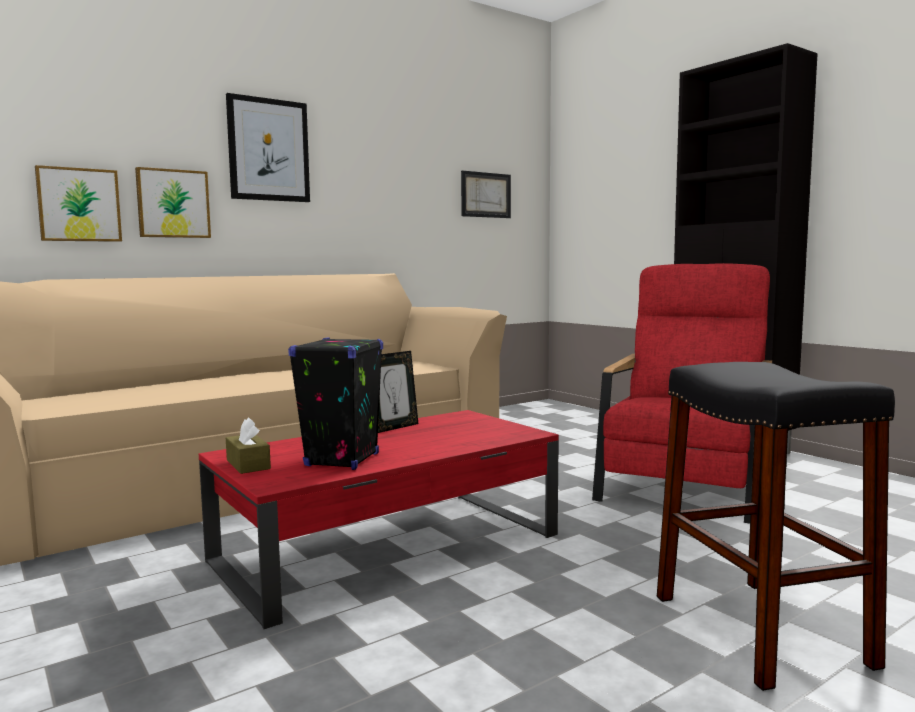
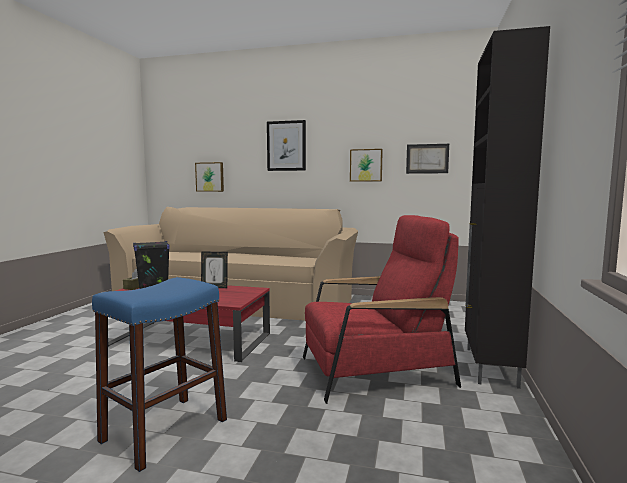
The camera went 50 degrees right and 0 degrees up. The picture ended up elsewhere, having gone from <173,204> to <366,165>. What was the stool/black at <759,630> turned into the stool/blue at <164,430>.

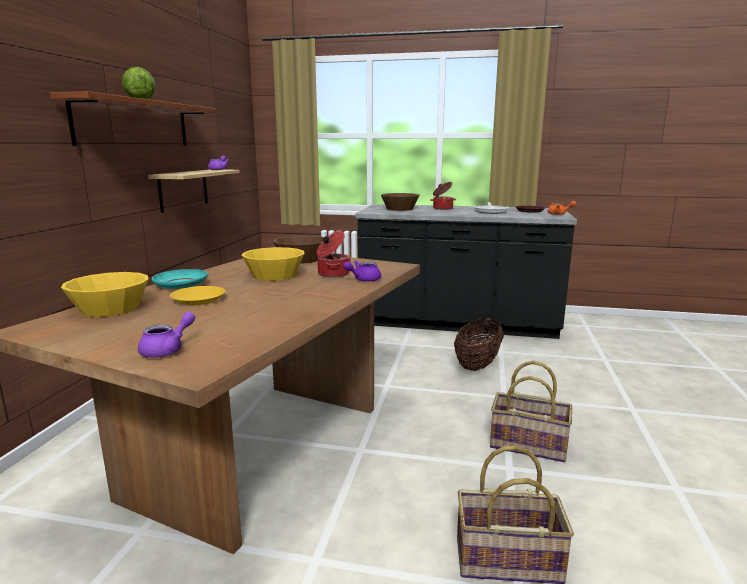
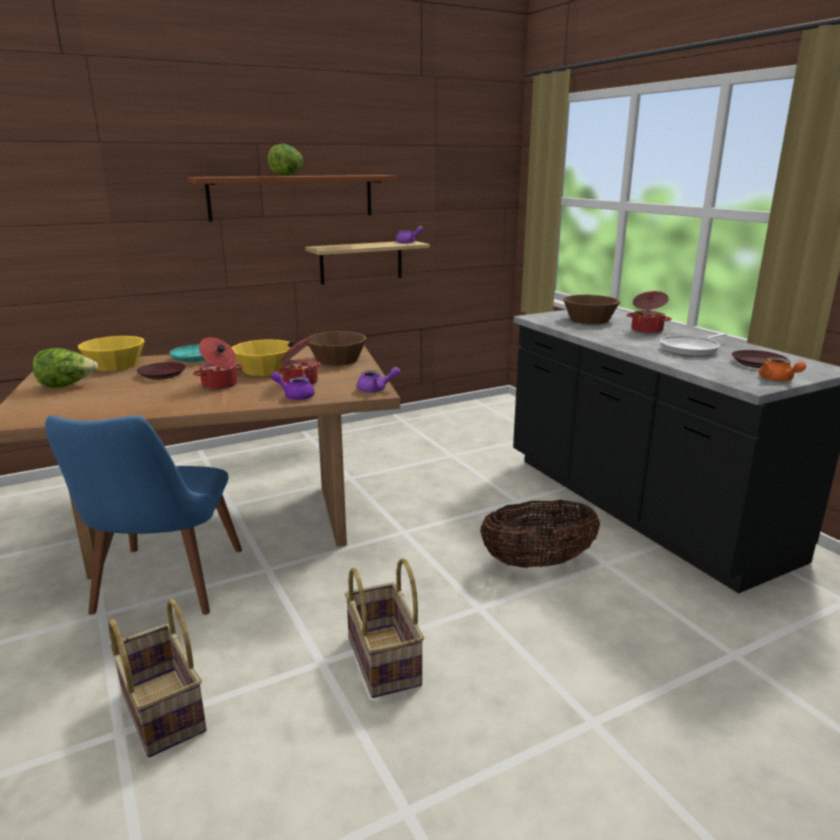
The camera went 50 degrees right and 5 degrees up. The second view gained the lettuce at <67,386>. The second view gained the chair/blue at <162,591>. The second view gained the cooking pot at <220,385>. The teapot/purple ended up elsewhere, having gone from <168,350> to <376,389>. What was the plate/yellow at <199,300> turned into the plate/brown at <162,374>.

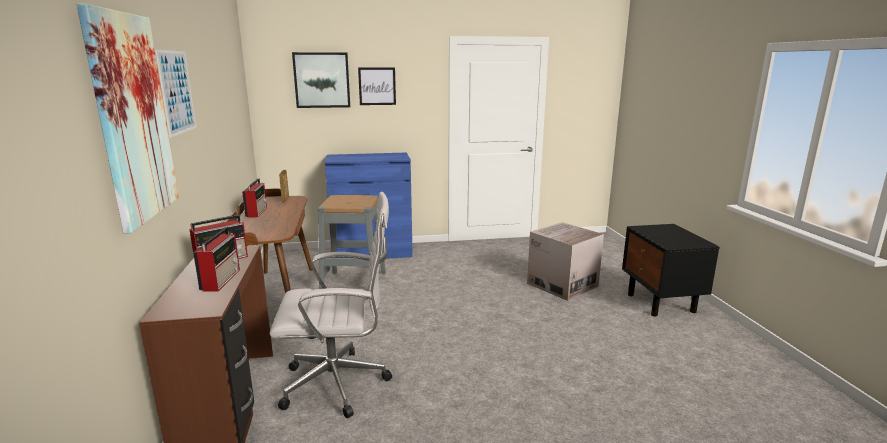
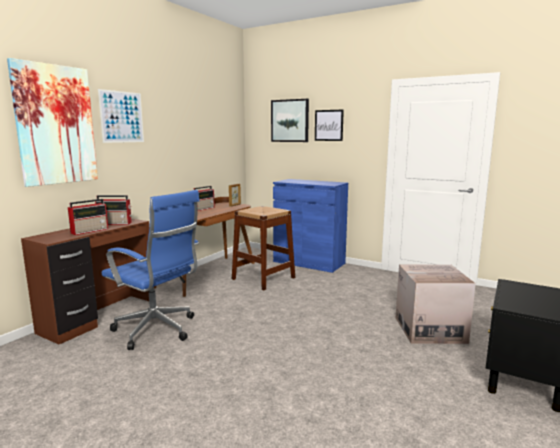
The camera went 40 degrees right and 5 degrees down. What was the office chair/white at <340,383> turned into the office chair/blue at <157,330>. What was the stool/grey at <354,283> turned into the stool/brown at <263,278>.

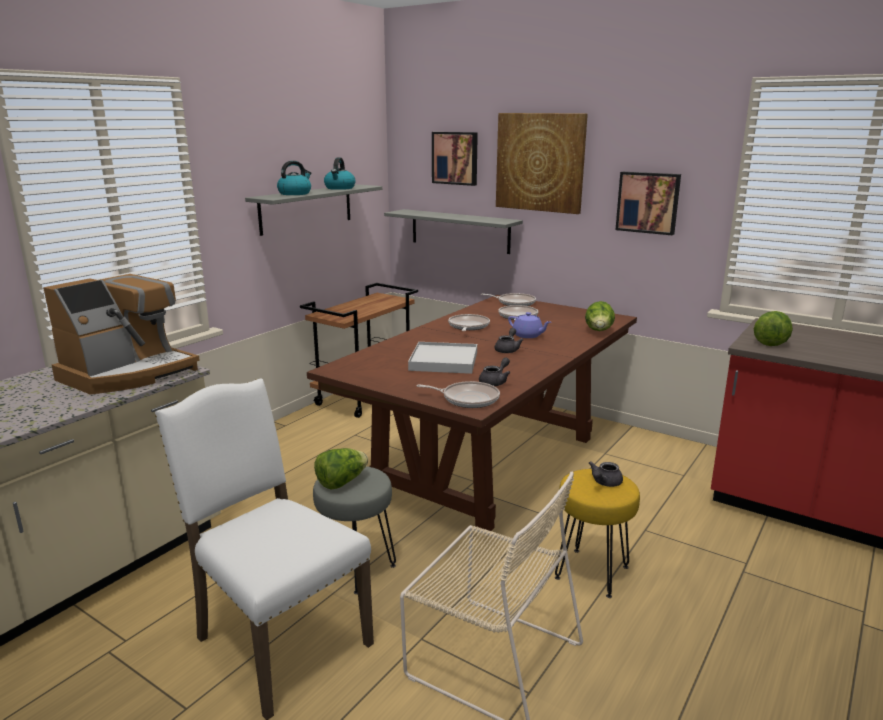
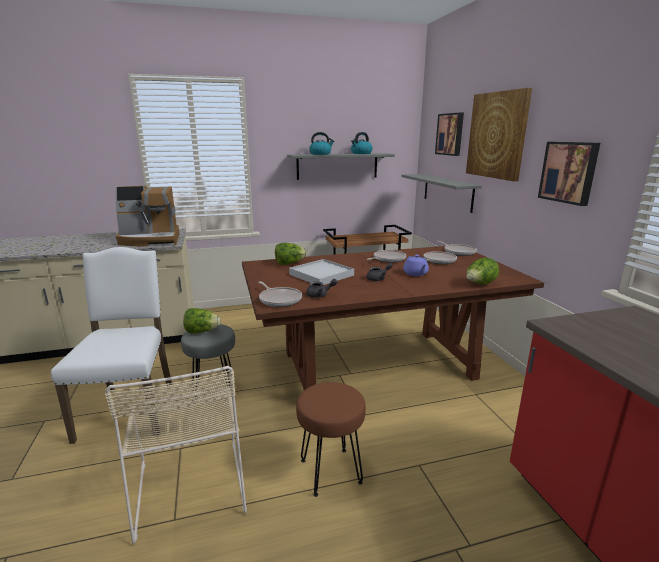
The camera went 40 degrees right and 0 degrees up. The second view lost the teapot/grey at <604,483>. The lettuce ended up elsewhere, having gone from <771,342> to <289,263>. What was the stool/yellow at <592,573> turned into the stool/brown at <330,472>.

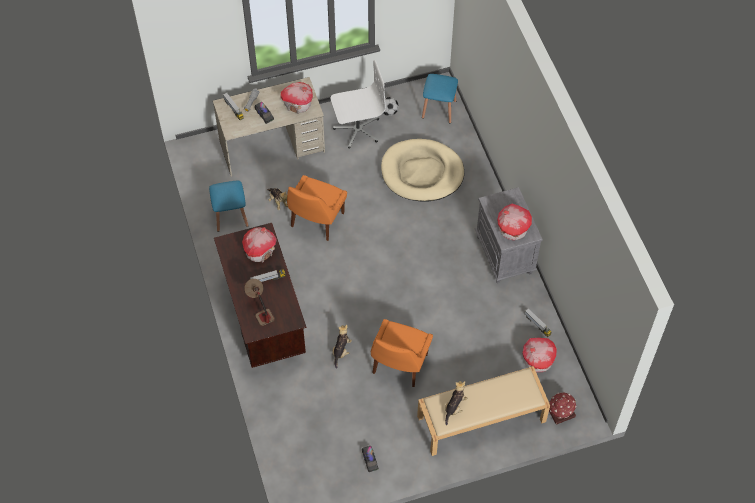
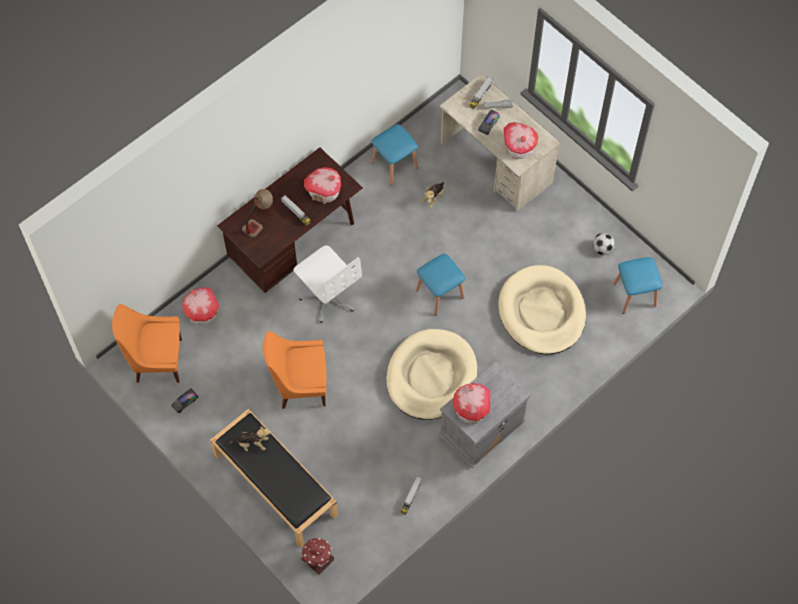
The camera went 65 degrees right and 5 degrees up. The second view lost the plush toy at <341,350>. The second view gained the dog bed/beige at <431,376>. The second view gained the stool/blue at <440,294>. The chair/orange ended up elsewhere, having gone from <316,221> to <156,360>. The office chair/white ended up elsewhere, having gone from <357,129> to <328,297>. The toy house ended up elsewhere, having gone from <537,361> to <202,312>. What was the bench/beige at <481,419> turned into the bench/black at <274,485>.

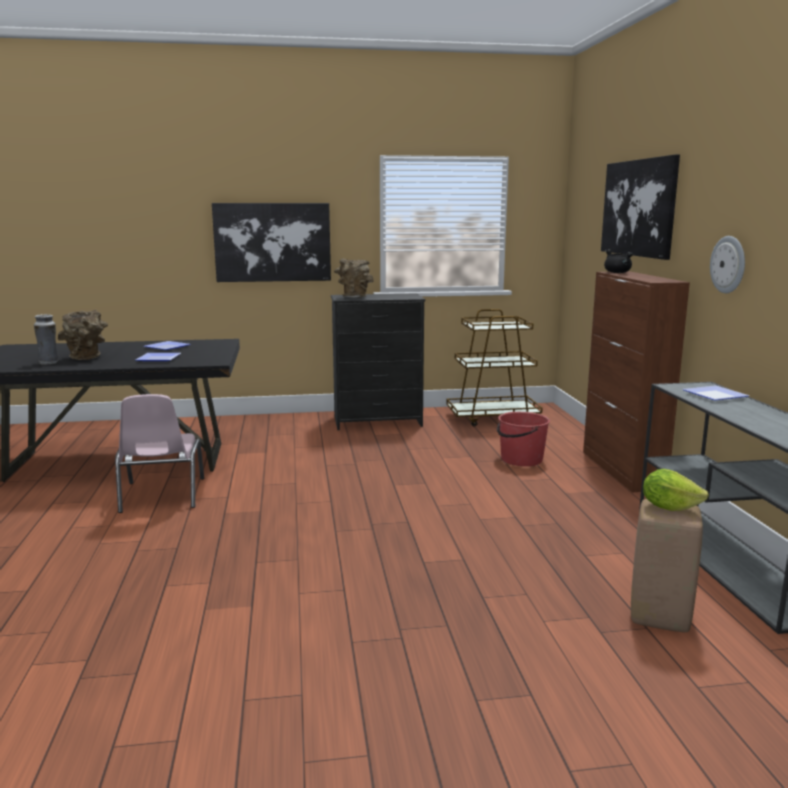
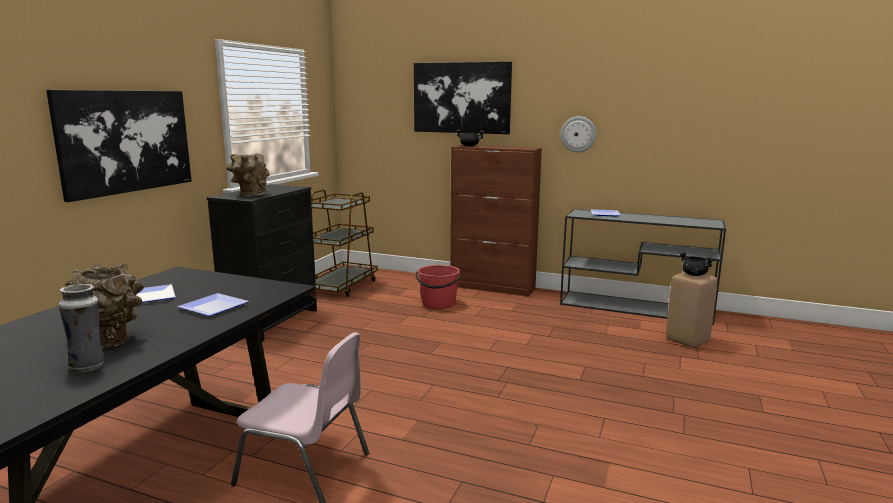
The camera went 60 degrees left and 0 degrees up. Where the lettuce stood at <669,507>, the cooking pot/black came to stand at <693,274>.

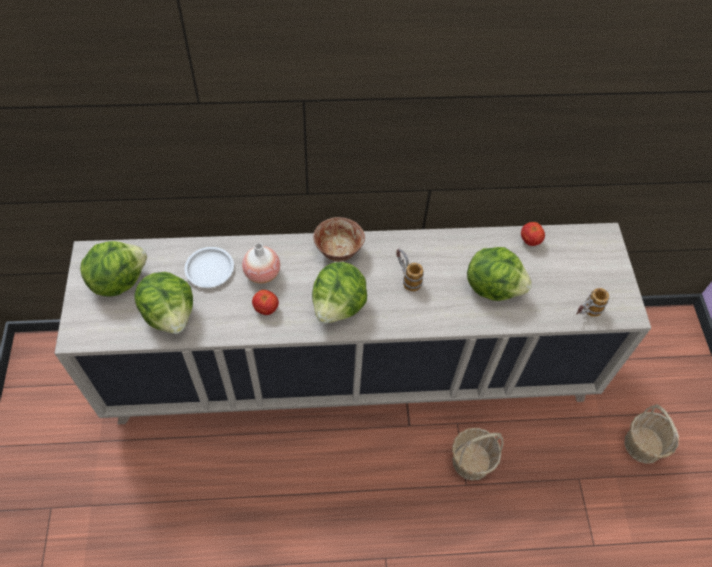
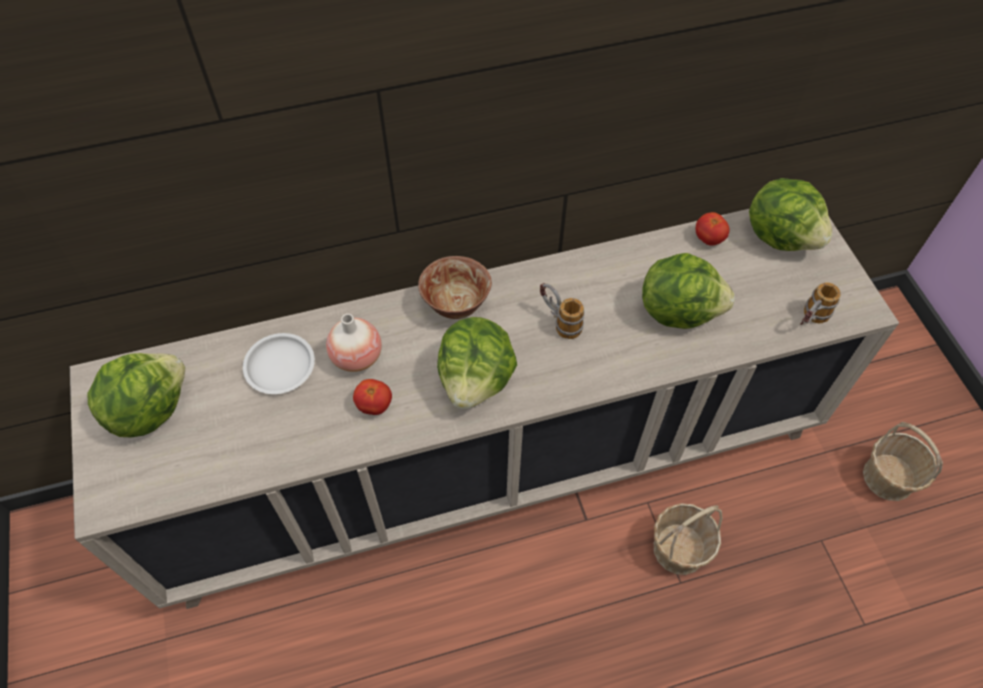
The camera went 10 degrees left and 0 degrees up. The lettuce ended up elsewhere, having gone from <170,314> to <781,235>.

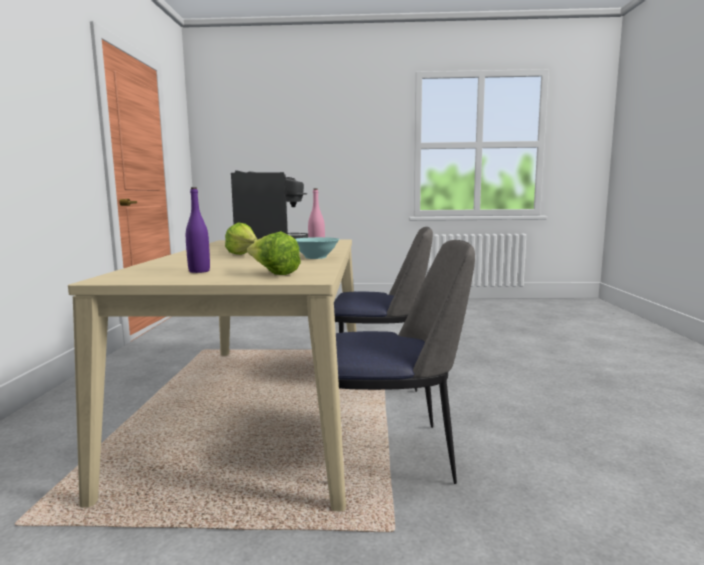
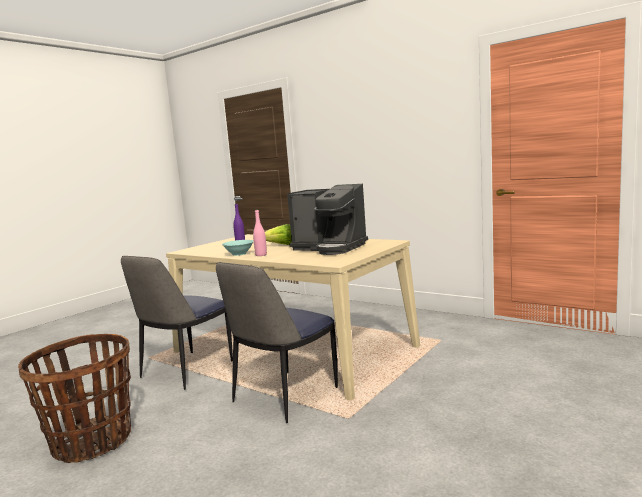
The camera went 125 degrees right and 0 degrees up. The second view lost the lettuce at <272,273>. The second view gained the basket at <91,442>.

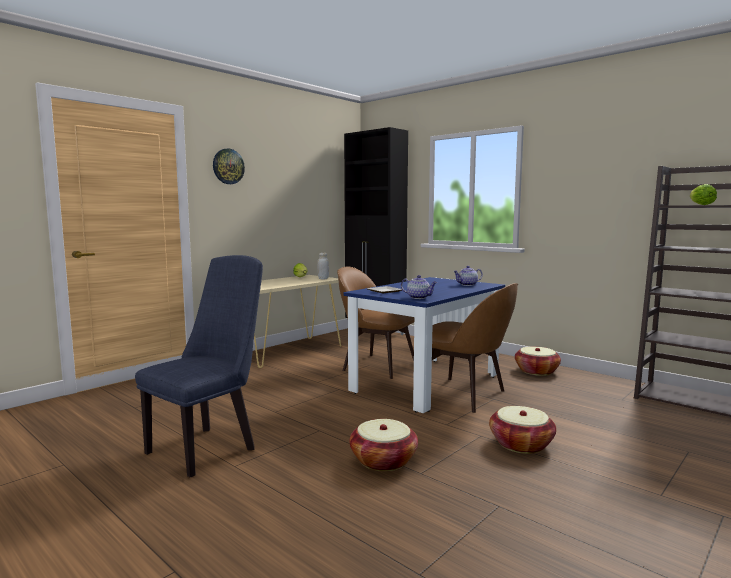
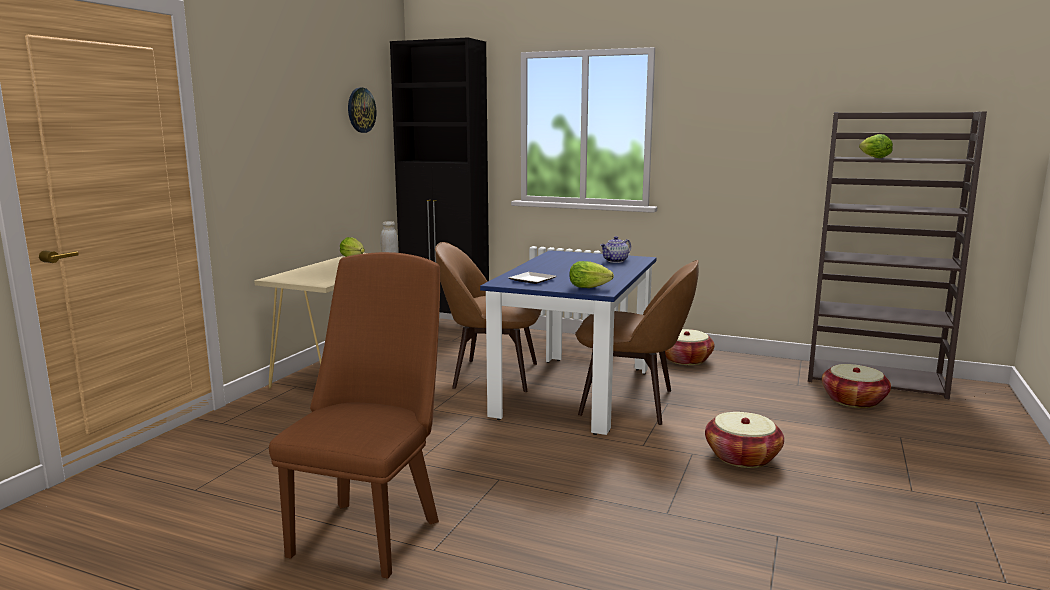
The camera went 20 degrees left and 5 degrees up. The wall clock ended up elsewhere, having gone from <228,166> to <361,110>. The basket ended up elsewhere, having gone from <383,460> to <853,401>. Where the teapot stood at <418,297>, the lettuce came to stand at <591,287>. What was the chair/blue at <208,447> turned into the chair/brown at <370,530>.

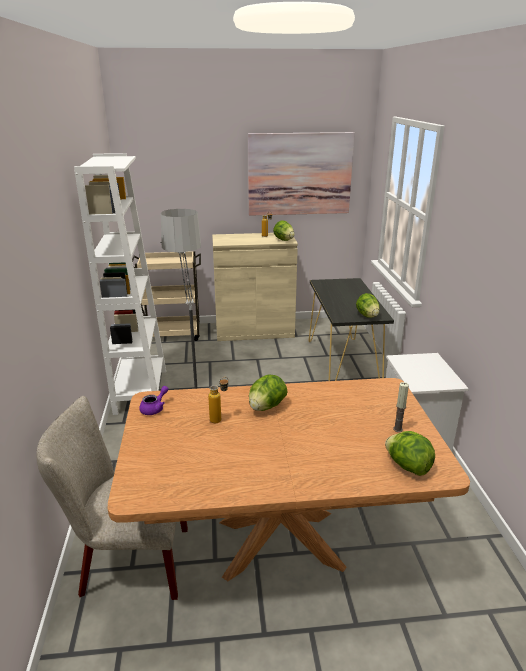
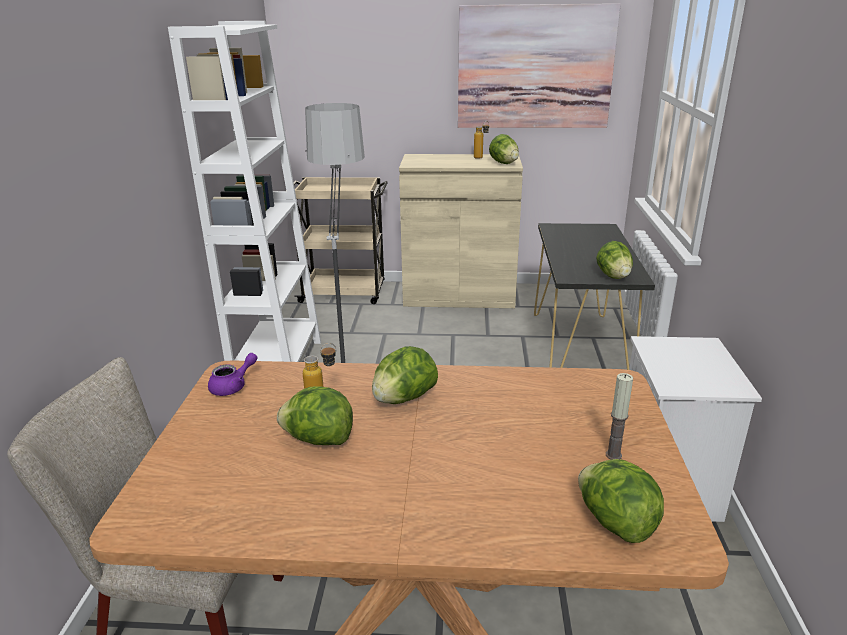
The camera went 10 degrees right and 0 degrees up. The second view gained the lettuce at <318,440>.

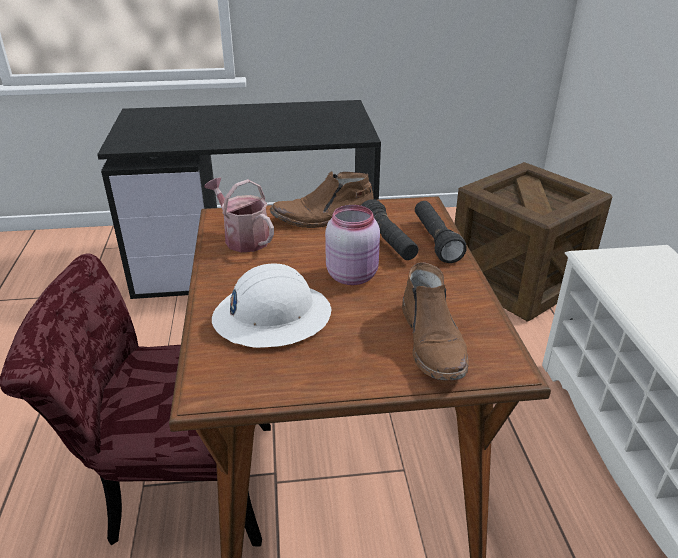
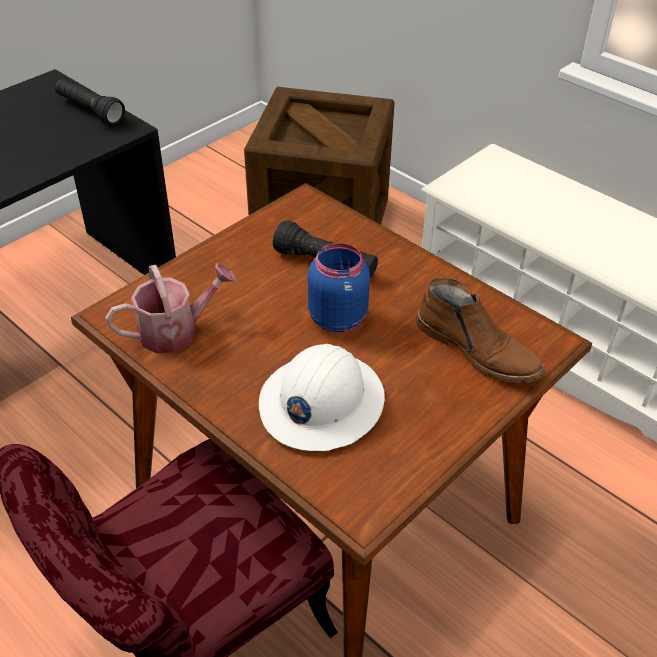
The camera went 40 degrees left and 10 degrees up. The second view lost the boot/brown at <324,218>. The flashlight/black ended up elsewhere, having gone from <435,241> to <90,111>. What was the jar/pink at <353,275> turned into the jar/blue at <338,317>. The watering can at <243,238> ended up facing another way, 150 degrees clockwise from before.

